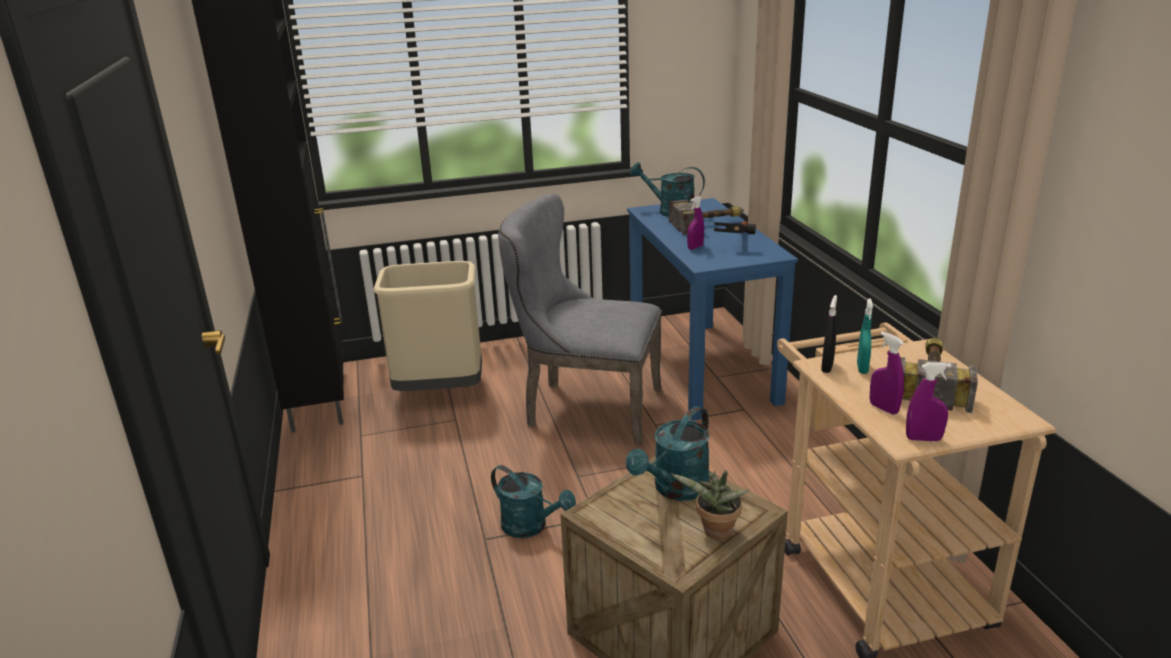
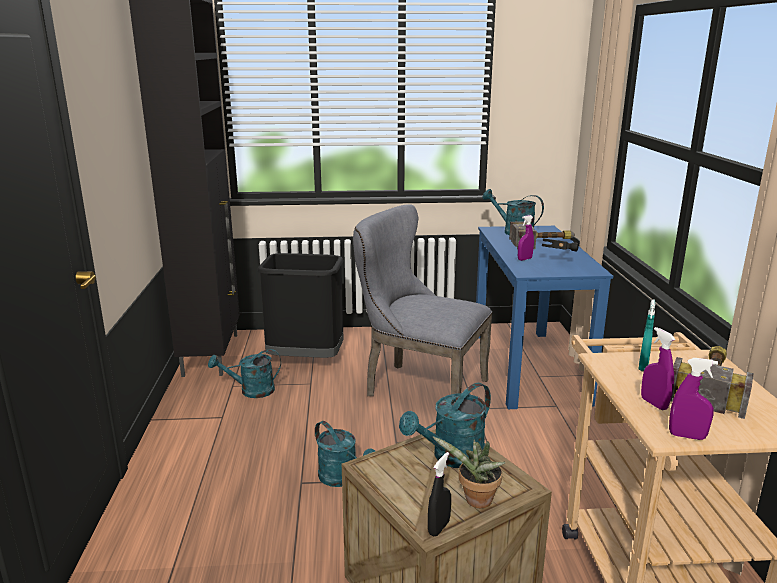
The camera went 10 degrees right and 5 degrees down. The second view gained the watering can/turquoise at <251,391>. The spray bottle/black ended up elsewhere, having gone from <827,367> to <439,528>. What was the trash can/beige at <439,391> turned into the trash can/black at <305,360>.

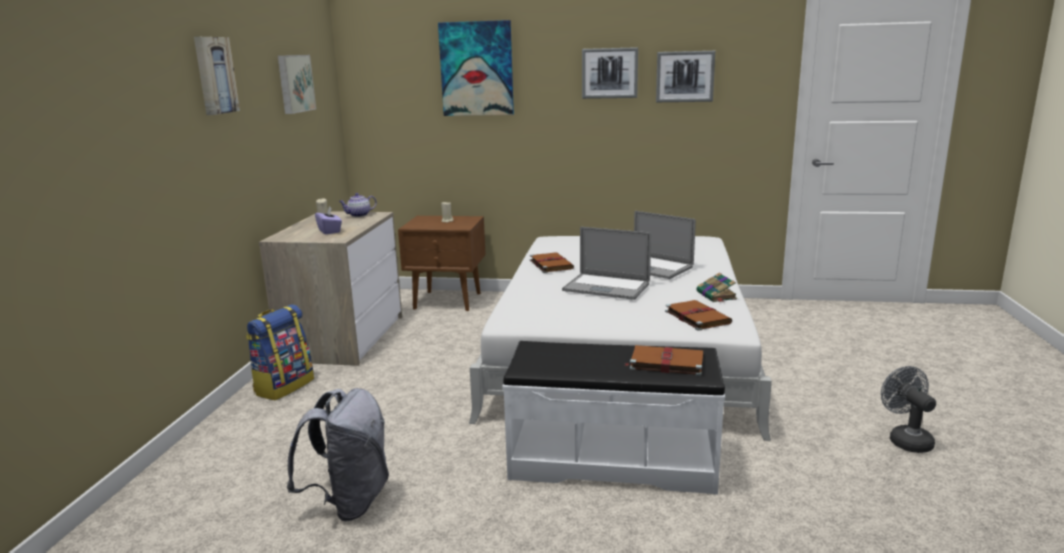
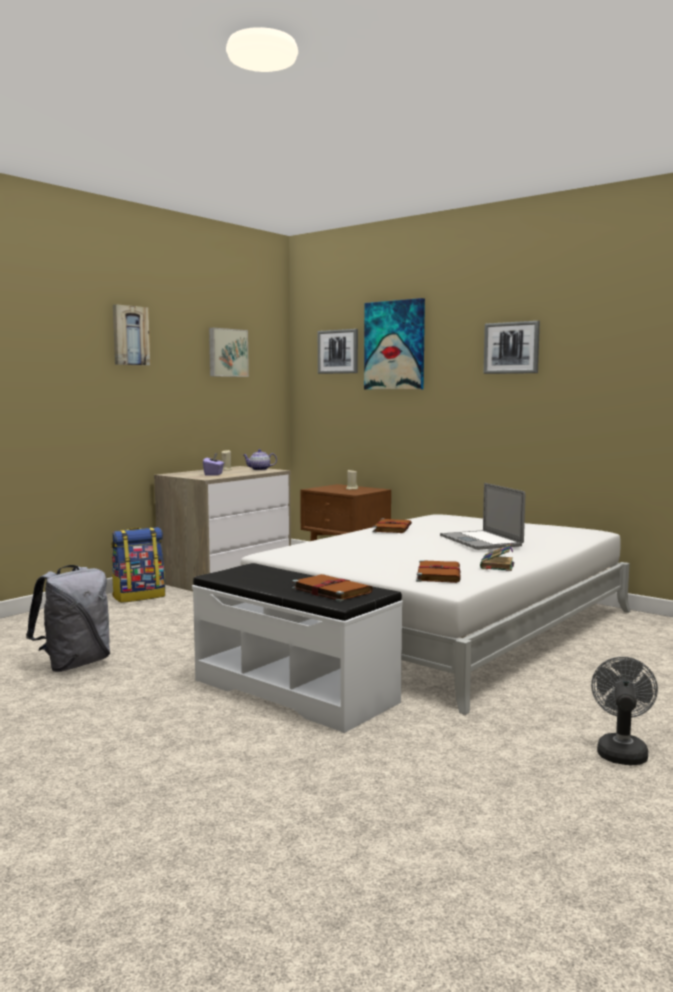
The camera went 30 degrees right and 10 degrees down. The second view lost the laptop at <606,287>. The picture ended up elsewhere, having gone from <685,76> to <338,351>.

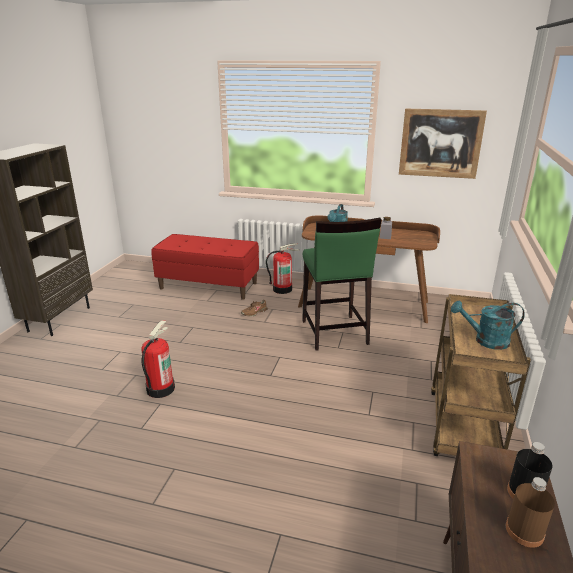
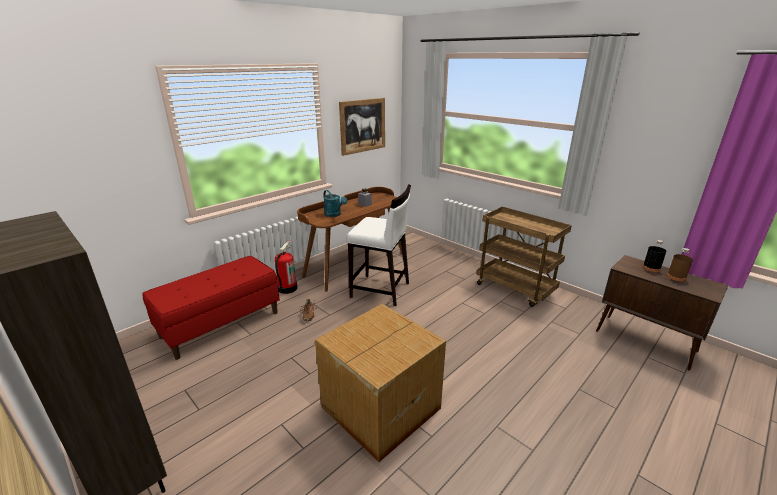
The camera went 60 degrees left and 0 degrees up. The second view lost the watering can/turquoise at <485,341>. Where the fire extinguisher stood at <160,389>, the cardboard box came to stand at <379,407>. What was the stool/green at <334,333> turned into the stool/white at <380,290>.

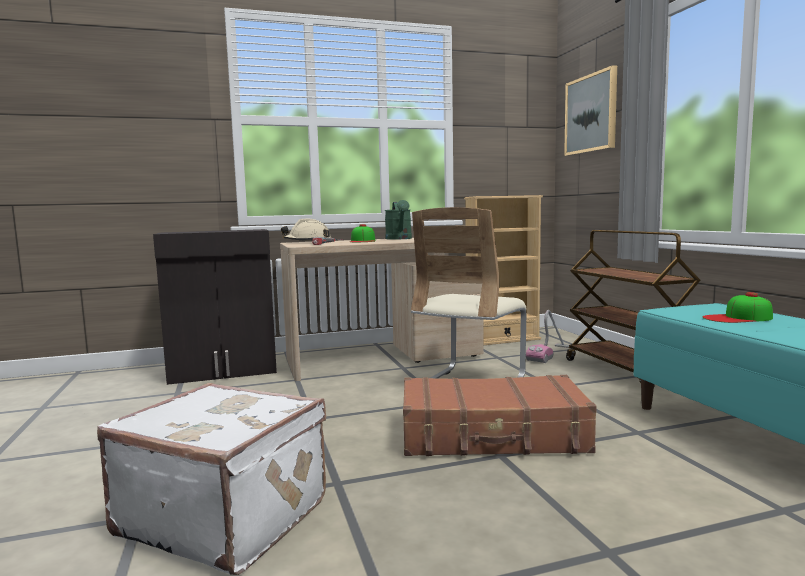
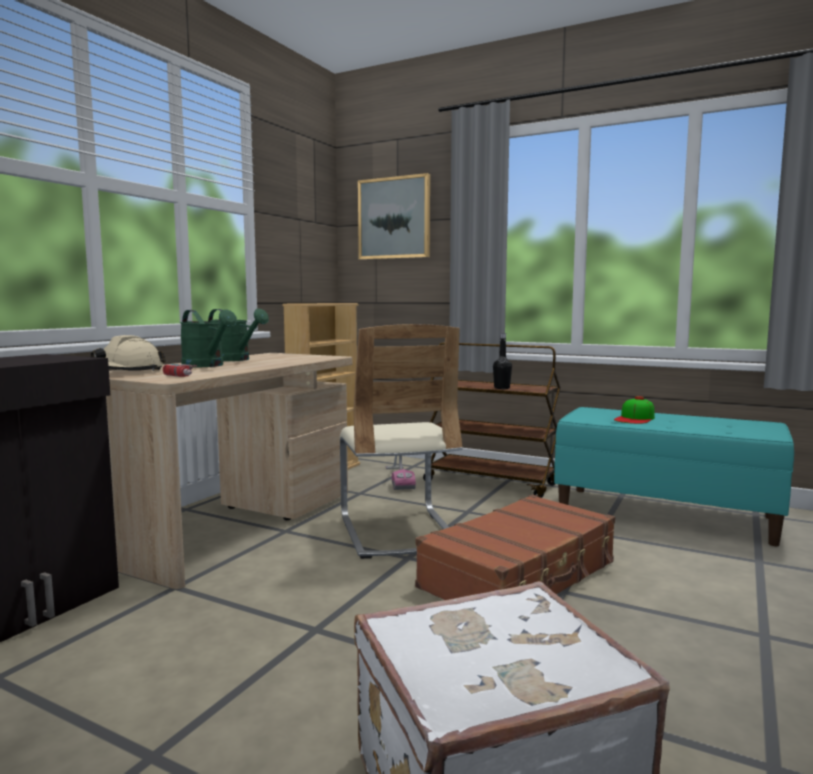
The camera went 45 degrees left and 0 degrees up. The second view gained the bottle/black at <502,388>. Where the cap stood at <363,241>, the watering can/green came to stand at <207,366>.

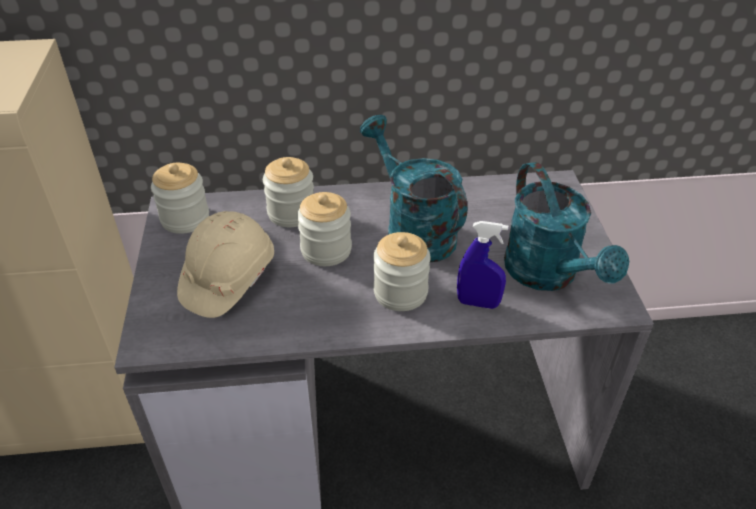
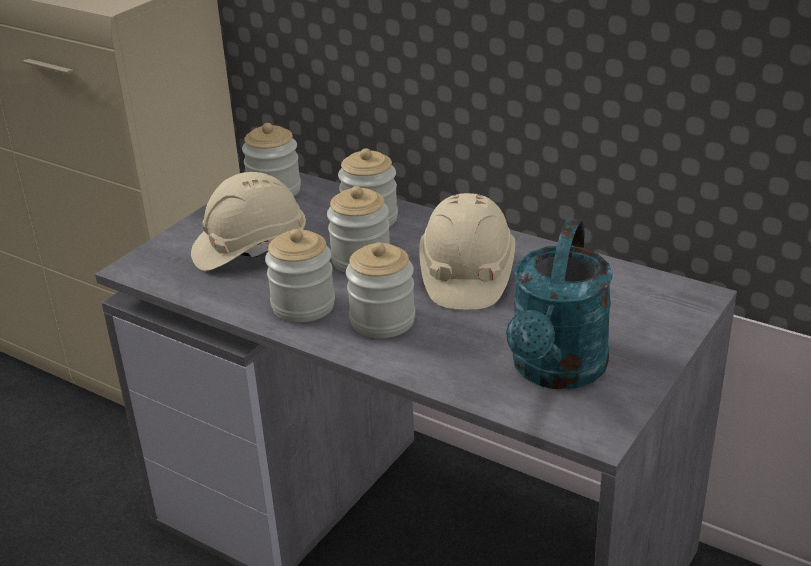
The camera went 40 degrees right and 10 degrees down. The second view lost the spray bottle/blue at <478,303>. The second view gained the jar at <303,305>. Where the watering can/turquoise stood at <413,230>, the hard hat/beige came to stand at <466,276>.

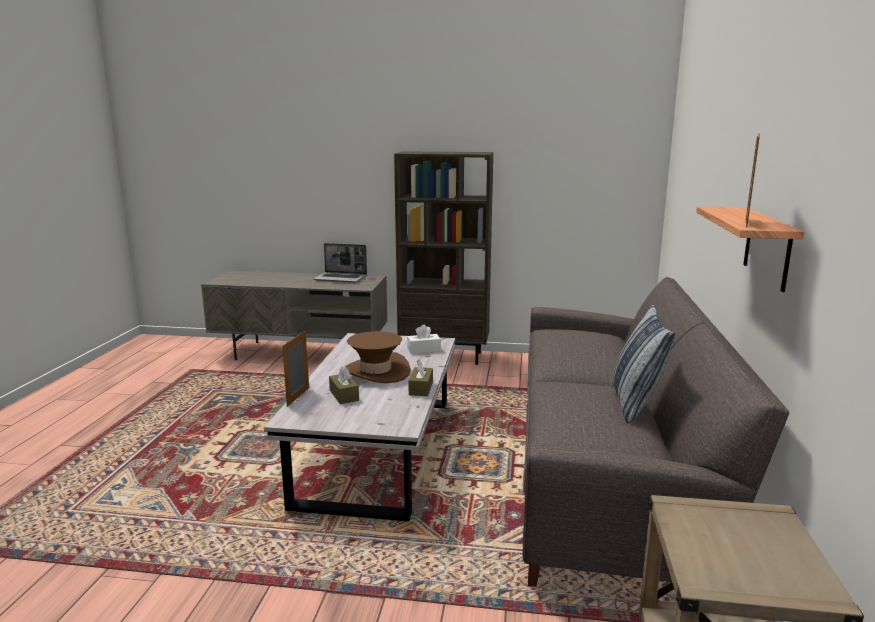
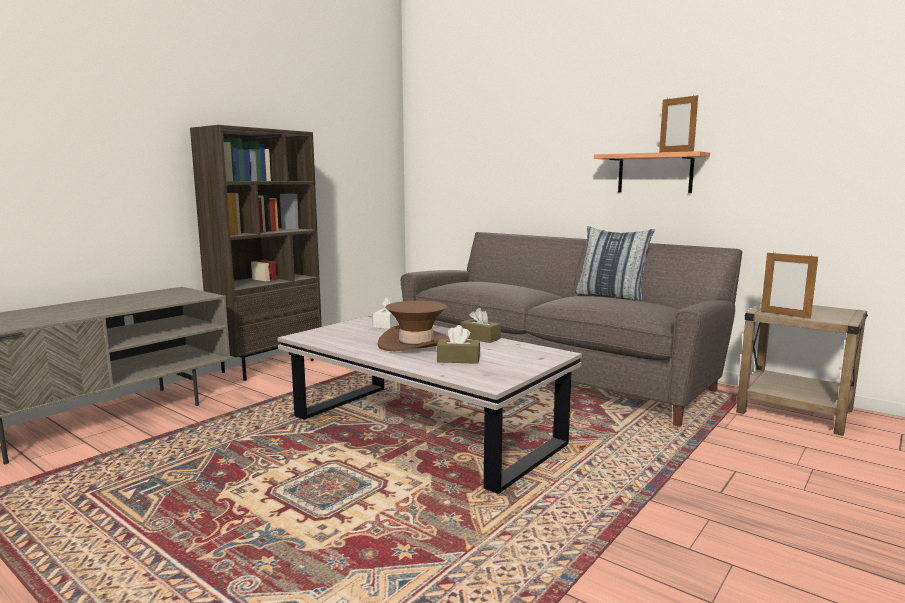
The camera went 60 degrees left and 5 degrees down. The second view lost the laptop at <341,278>. The picture frame ended up elsewhere, having gone from <298,397> to <785,315>.

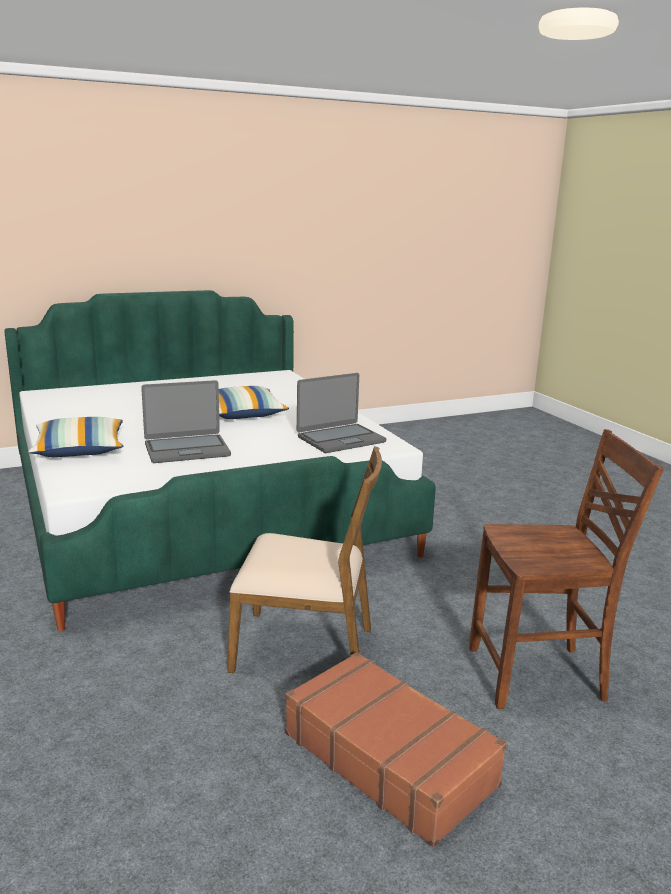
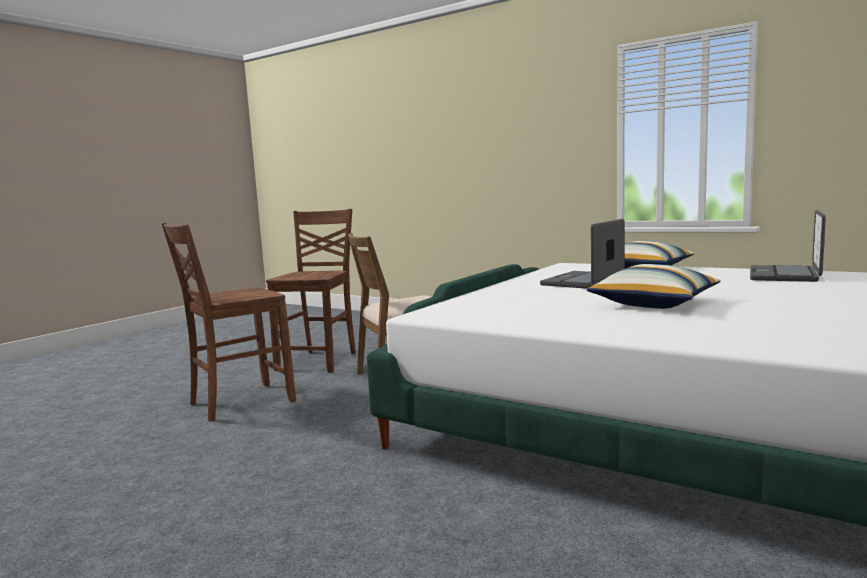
The camera went 150 degrees right and 10 degrees down. The laptop ended up elsewhere, having gone from <340,439> to <784,275>. Where the suitcase/brown stood at <389,758>, the chair/brown came to stand at <320,361>.

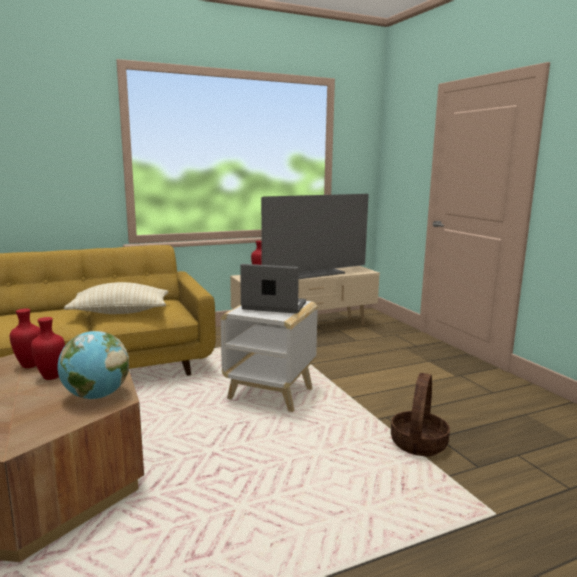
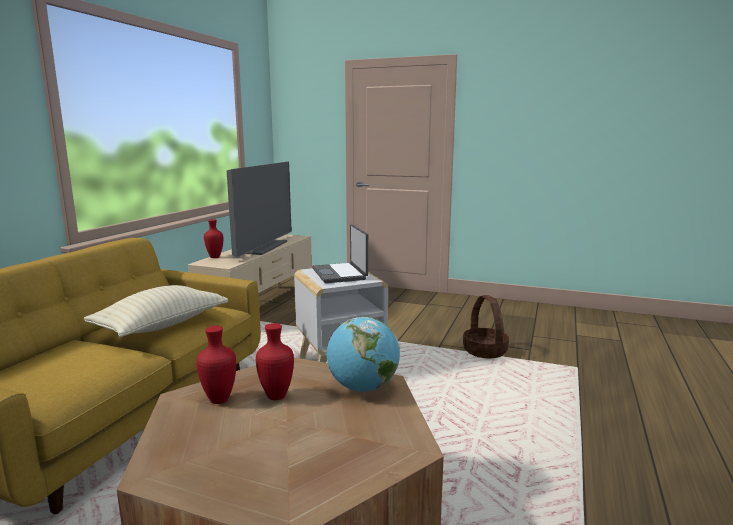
The camera went 45 degrees left and 0 degrees up. The laptop at <273,306> ended up facing another way, 75 degrees counterclockwise from before.

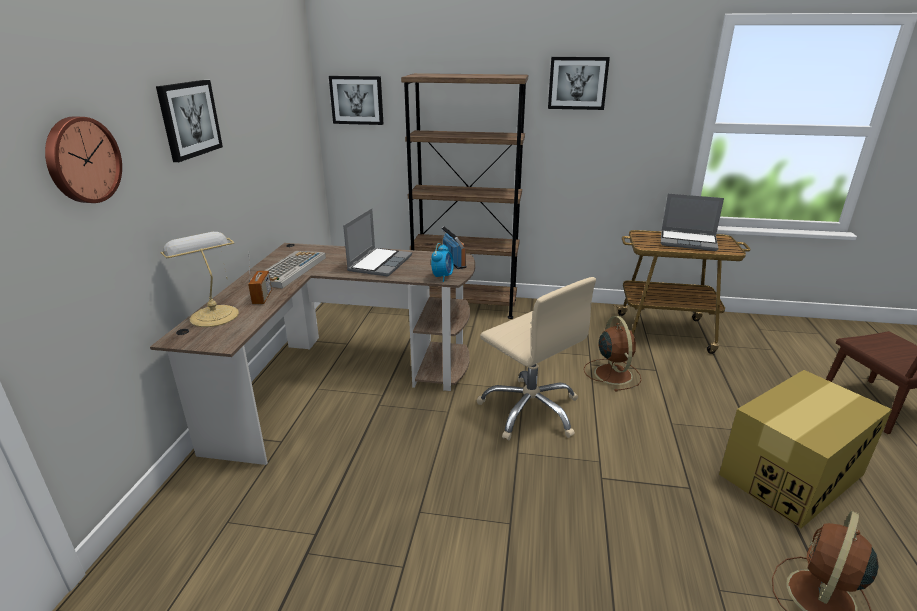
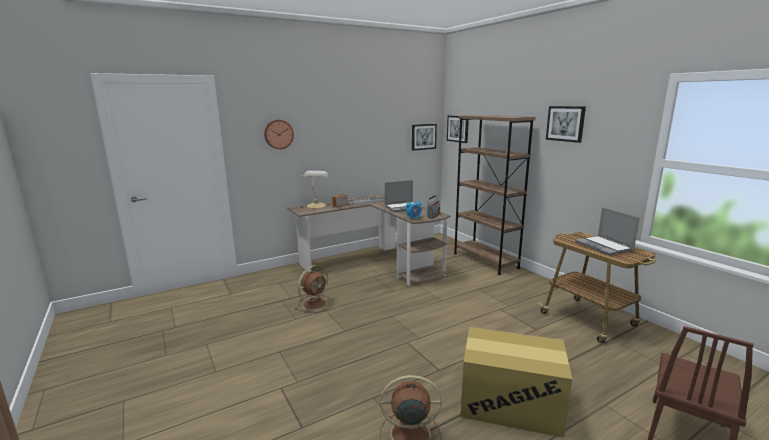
The camera went 50 degrees right and 10 degrees down. The second view lost the office chair/beige at <530,410>. The picture ended up elsewhere, having gone from <189,119> to <423,136>. The fan/brown ended up elsewhere, having gone from <612,373> to <315,304>.

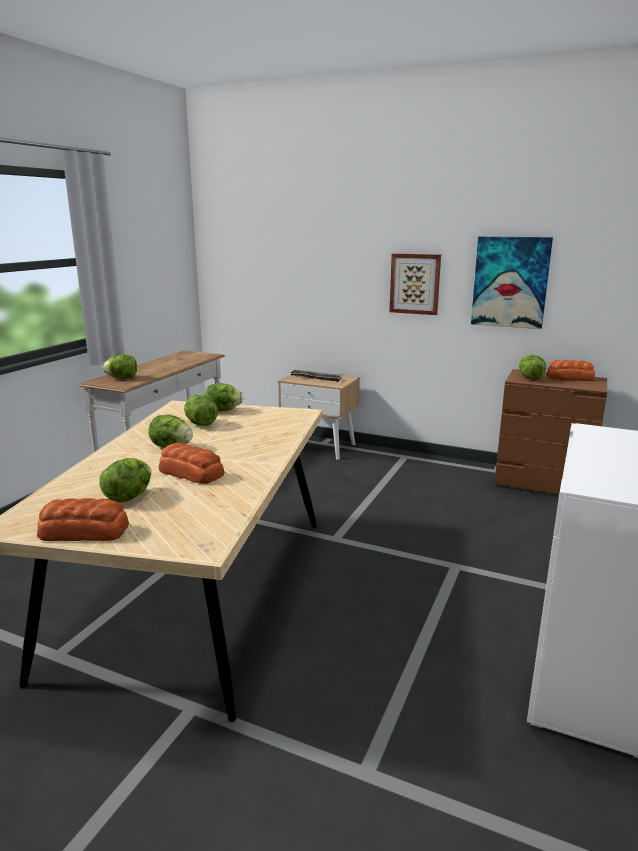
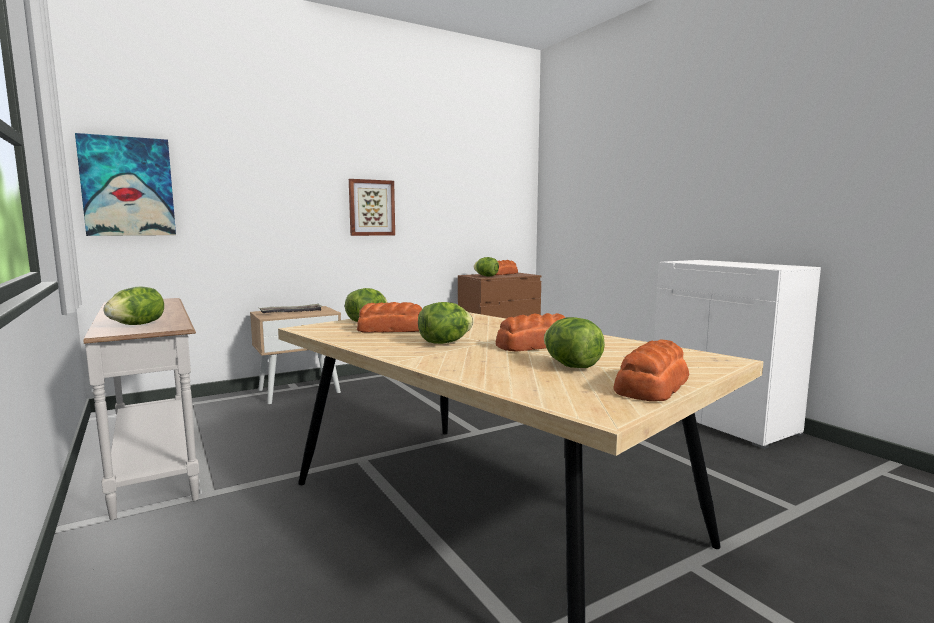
The camera went 55 degrees left and 10 degrees down. The picture ended up elsewhere, having gone from <510,282> to <128,187>. Where the lettuce stood at <200,424>, the bread came to stand at <392,330>.

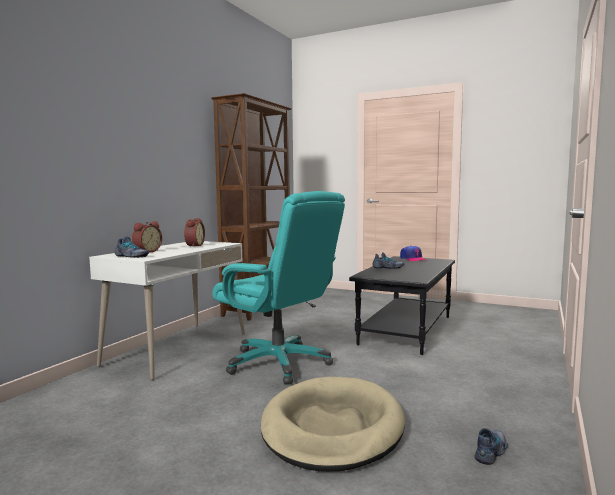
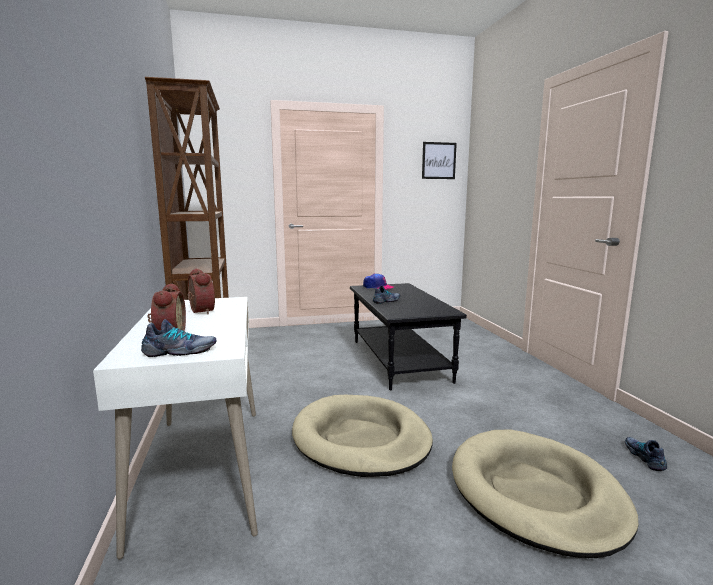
The camera went 40 degrees left and 5 degrees up. The second view gained the picture at <438,160>. Where the office chair/turquoise stood at <279,363>, the dog bed/beige came to stand at <361,439>.

